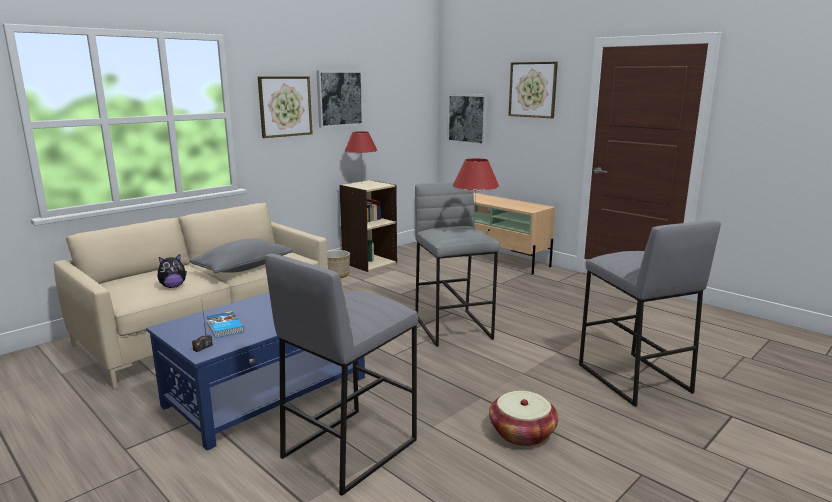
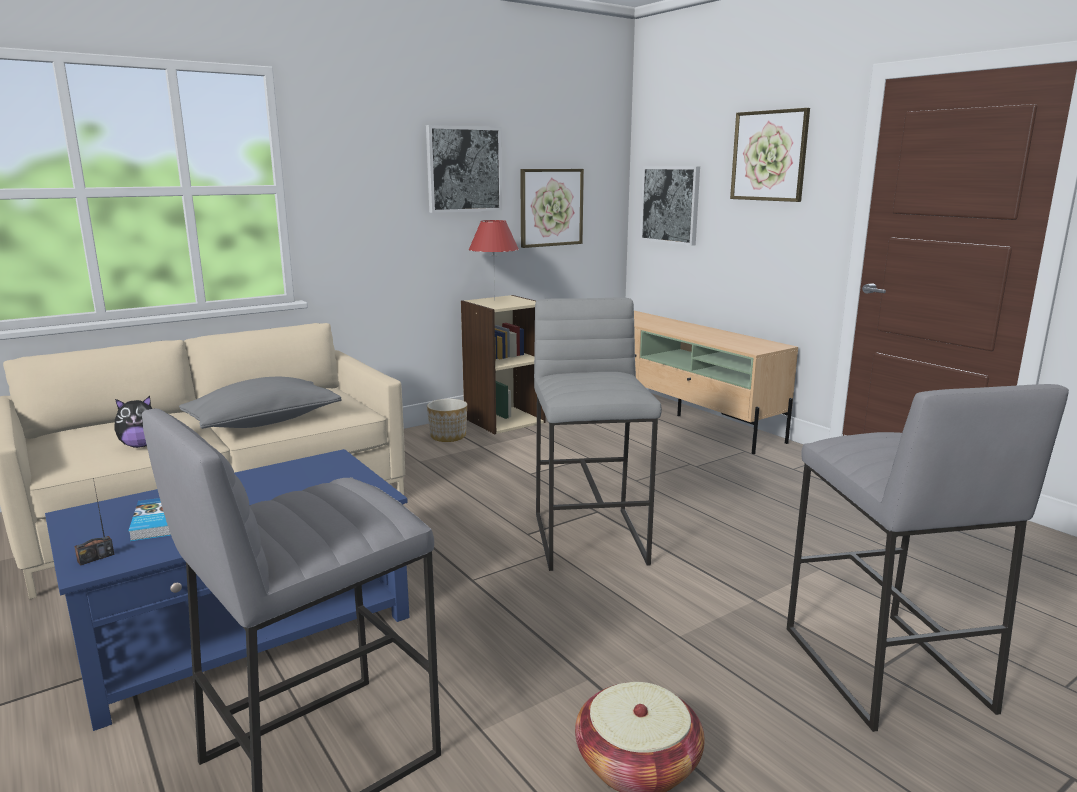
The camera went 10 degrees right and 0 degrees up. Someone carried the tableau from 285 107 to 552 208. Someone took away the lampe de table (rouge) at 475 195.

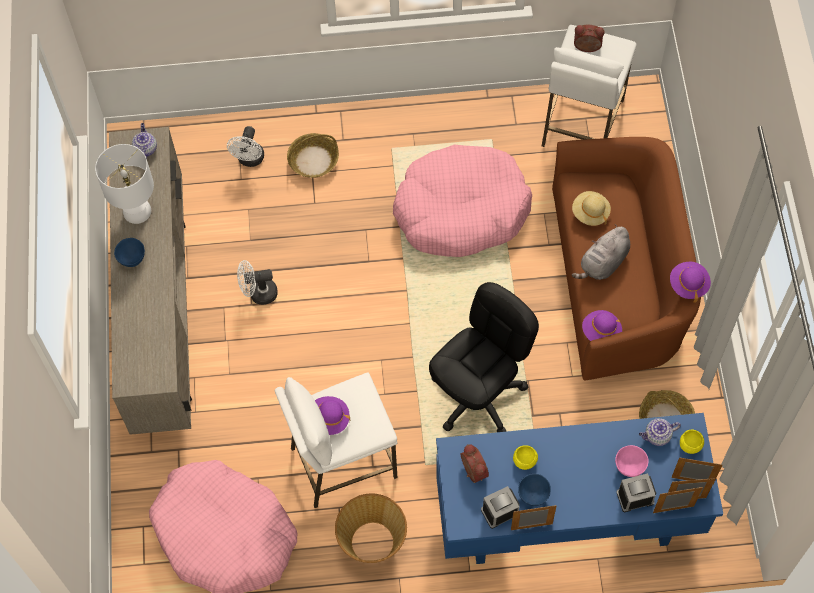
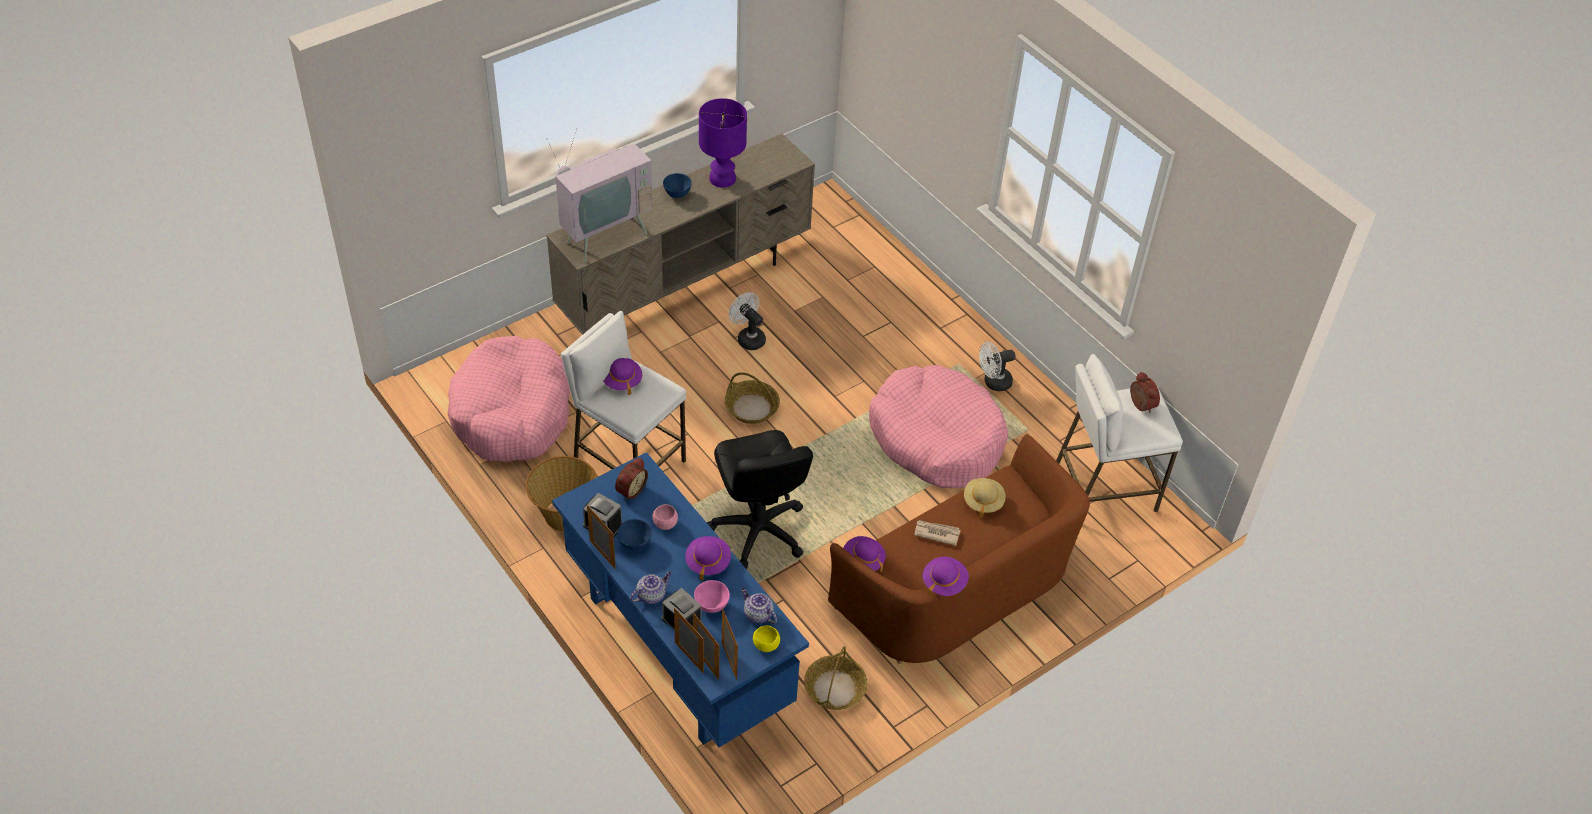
The camera went 55 degrees right and 15 degrees down. Someone put down the téléviseur at 601 195. Someone carried the théière from 144 141 to 651 588. Someone repainted the bol (jaune) at 525 457, which became the bol (rose) at 665 517. Someone put down the chapeau (violet) at 708 558. Someone repainted the lampe de table (blanc) at 124 184, which became the lampe de table (violet) at 723 143. Someone rotated the chaise de bureau (noir) at 484 357 by 60 degrees clockwise. Someone carried the panier from 313 155 to 752 398. Someone swapped the peluche (gris) at 601 252 for the journal at 938 533. Someone carried the ventilateur (blanc) from 245 146 to 997 366.

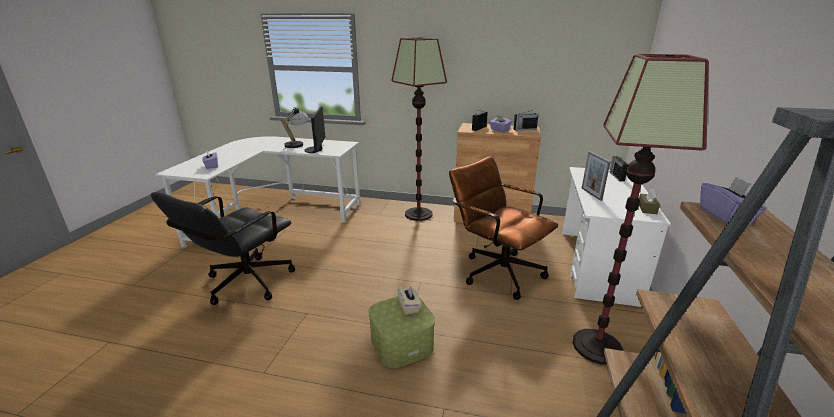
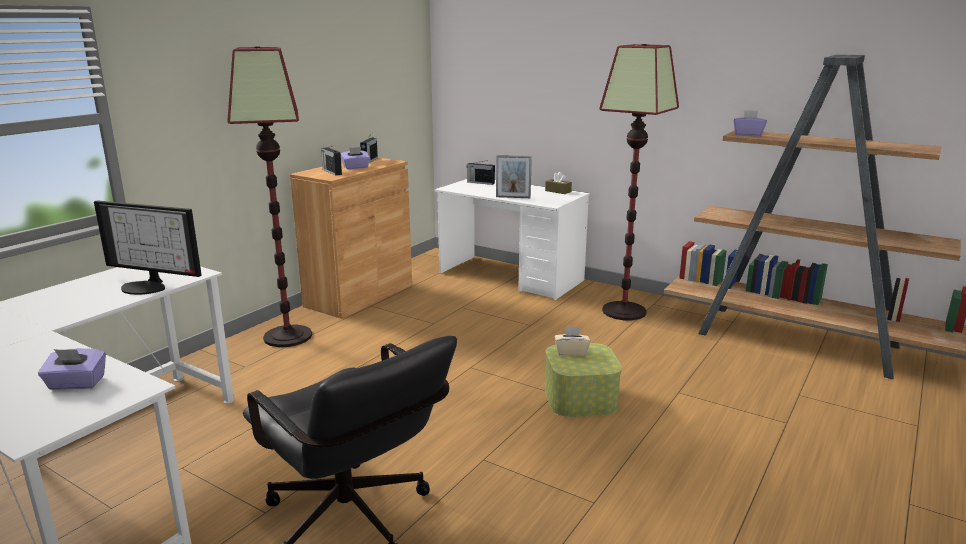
The camera went 70 degrees left and 5 degrees down. Someone took away the lampe de table at 295 128. Someone took away the chaise de bureau (marron) at 503 228.

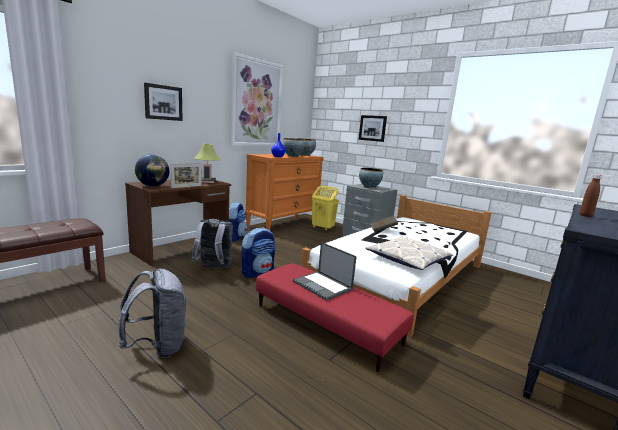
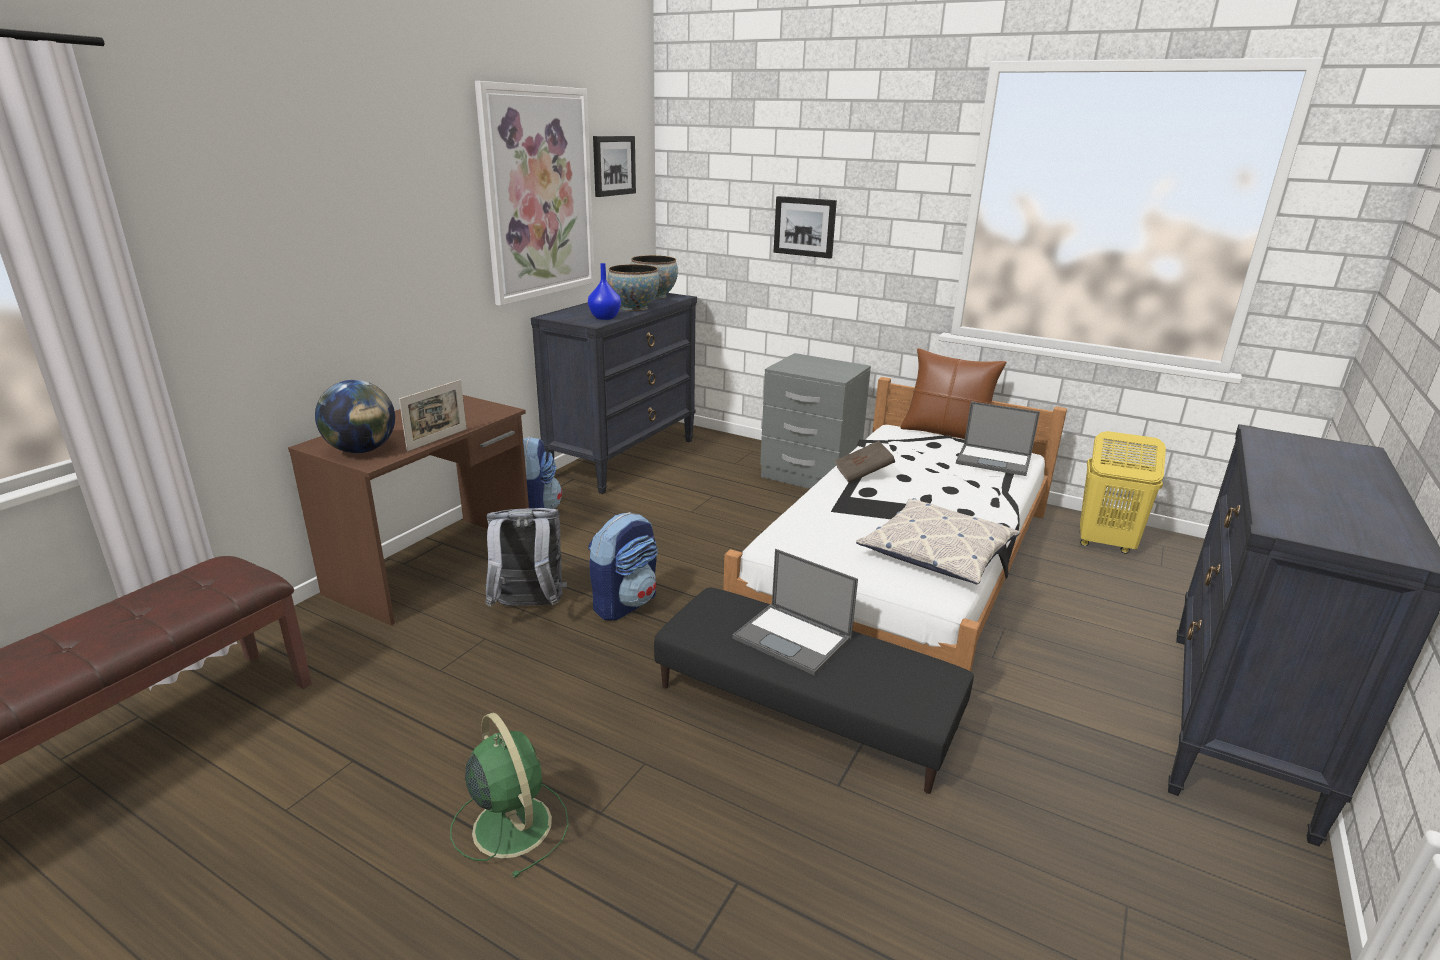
The camera went 10 degrees left and 10 degrees up. Someone swapped the sac à dos (gris) at 152 313 for the ventilateur (vert) at 509 795. Someone repainted the commode (orange) at 285 192, which became the commode (noir) at 614 393. Someone carried the tableau from 163 102 to 614 166. Someone repainted the pouf (rouge) at 335 318, which became the pouf (noir) at 814 690. Someone put down the coussin (marron) at 953 393. Someone put down the ordinateur portable at 998 438. Someone carried the panier à linge (jaune) from 325 208 to 1123 492. Someone took away the lampe de table at 207 163. Someone took away the bol at 371 178. Someone took away the bouteille (marron) at 591 195.

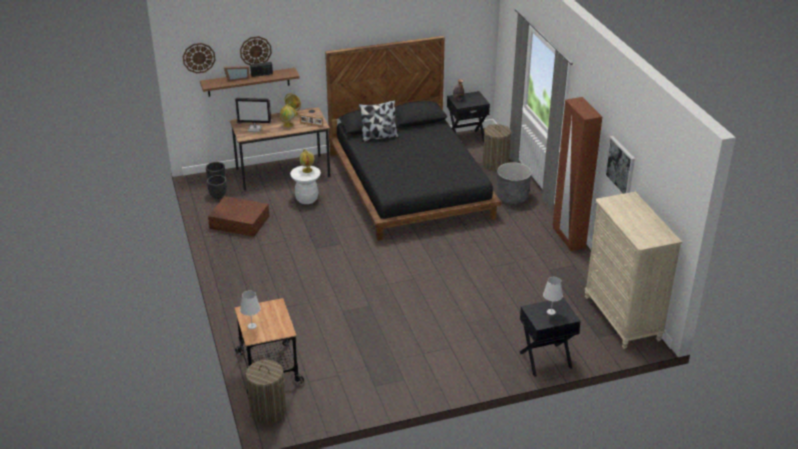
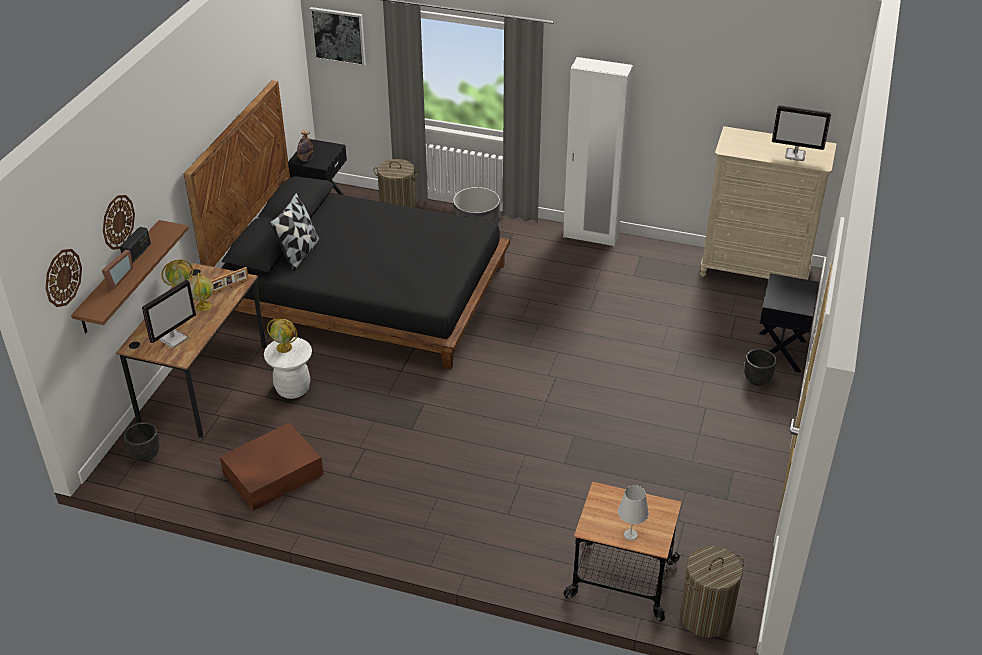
The camera went 55 degrees left and 5 degrees up. Someone carried the tableau from 620 165 to 338 36. Someone repainted the armoire (marron) at 577 174, which became the armoire (blanc) at 598 151. Someone carried the cache-pot (noir) from 217 187 to 760 367. Someone put down the écran d'ordinateur at 801 133. Someone took away the lampe de table (blanc) at 553 296.

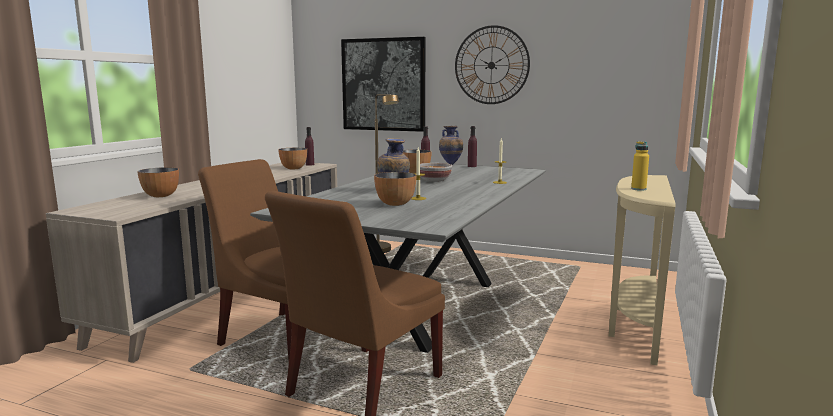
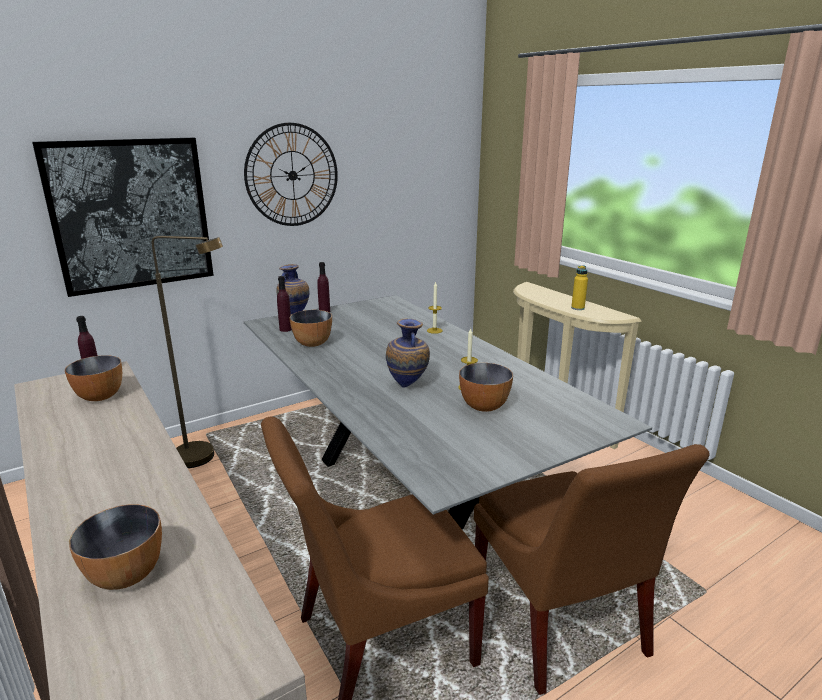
The camera went 55 degrees left and 10 degrees up. Someone took away the bol at 434 172.

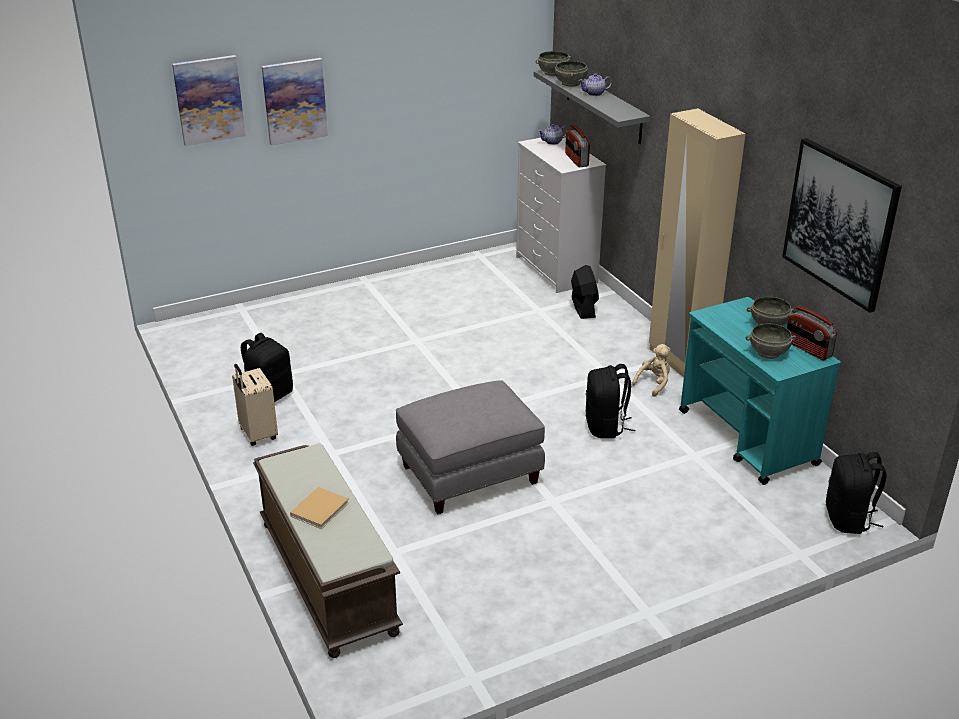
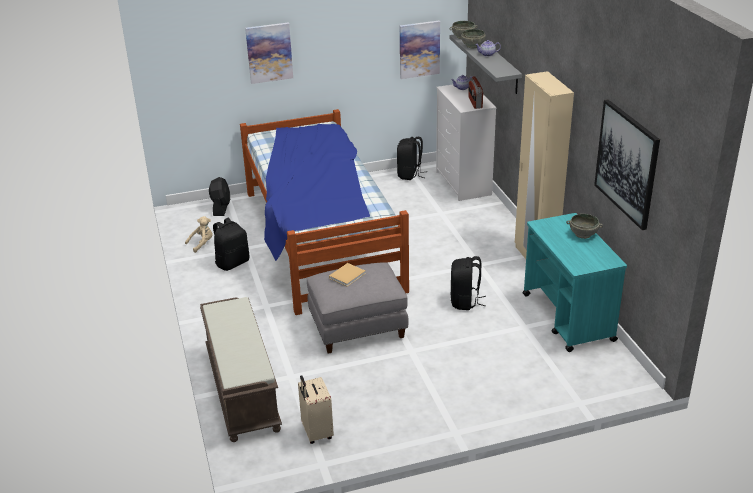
The camera went 10 degrees right and 0 degrees up. Someone carried the peluche (beige) from 651 370 to 199 234. Someone carried the ventilateur (noir) from 585 292 to 219 196. Someone put down the lit at 324 212. Someone carried the valise (beige) from 255 405 to 316 409. Someone carried the livre (beige) from 319 508 to 347 275. Someone carried the sac à dos (noir) from 856 493 to 410 158. Someone carried the tableau from 209 100 to 420 50. Someone took away the bol (gris) at 771 341. Someone took away the radio at 812 333.

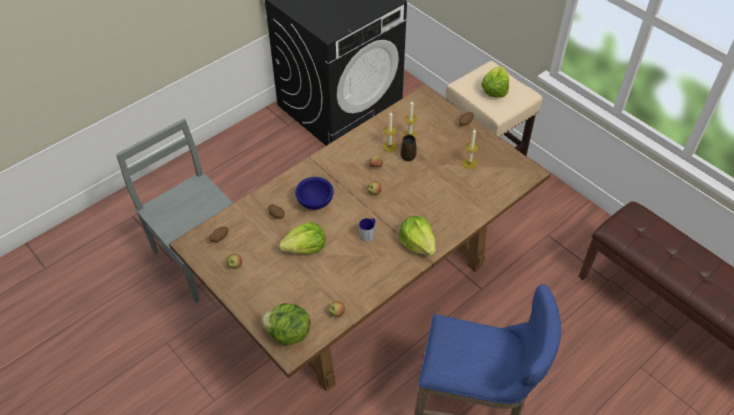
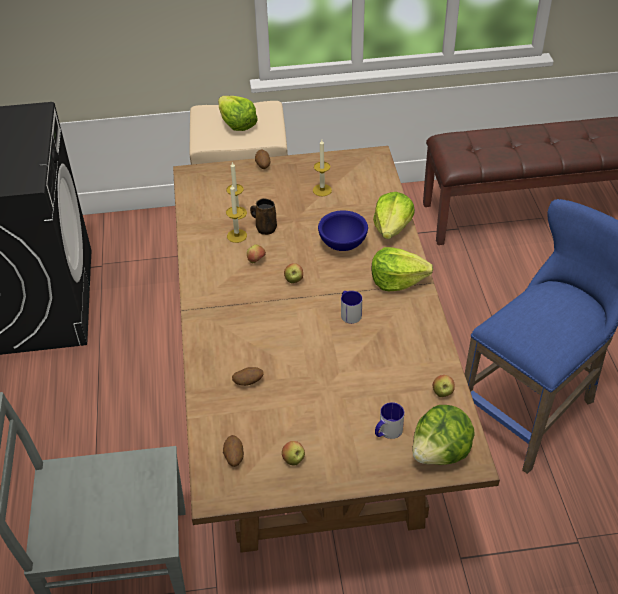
The camera went 55 degrees left and 5 degrees down. Someone carried the bol (bleu) from 314 193 to 343 230. Someone carried the laitue from 302 238 to 394 215. Someone put down the mug at 389 420.

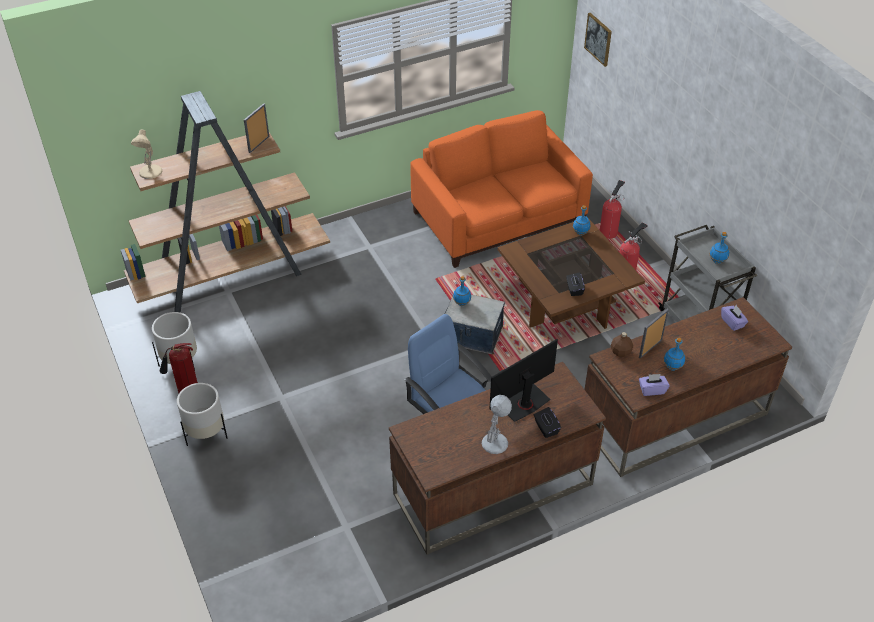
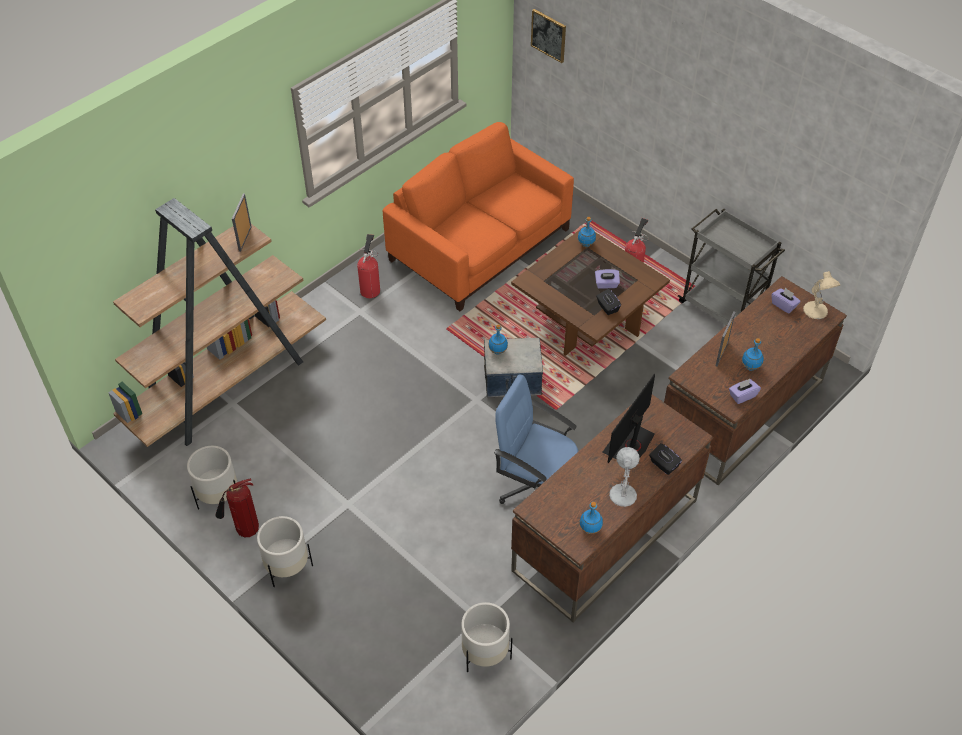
The camera went 20 degrees left and 5 degrees up. Someone carried the extincteur from 612 209 to 368 266. Someone put down the cache-pot (blanc) at 487 637. Someone carried the bouteille (bleu) from 719 248 to 591 518. Someone put down the boîte à mouchoirs (violet) at 607 279. Someone carried the lampe de table (beige) from 146 154 to 821 295. Someone took away the bouteille (marron) at 622 344.

